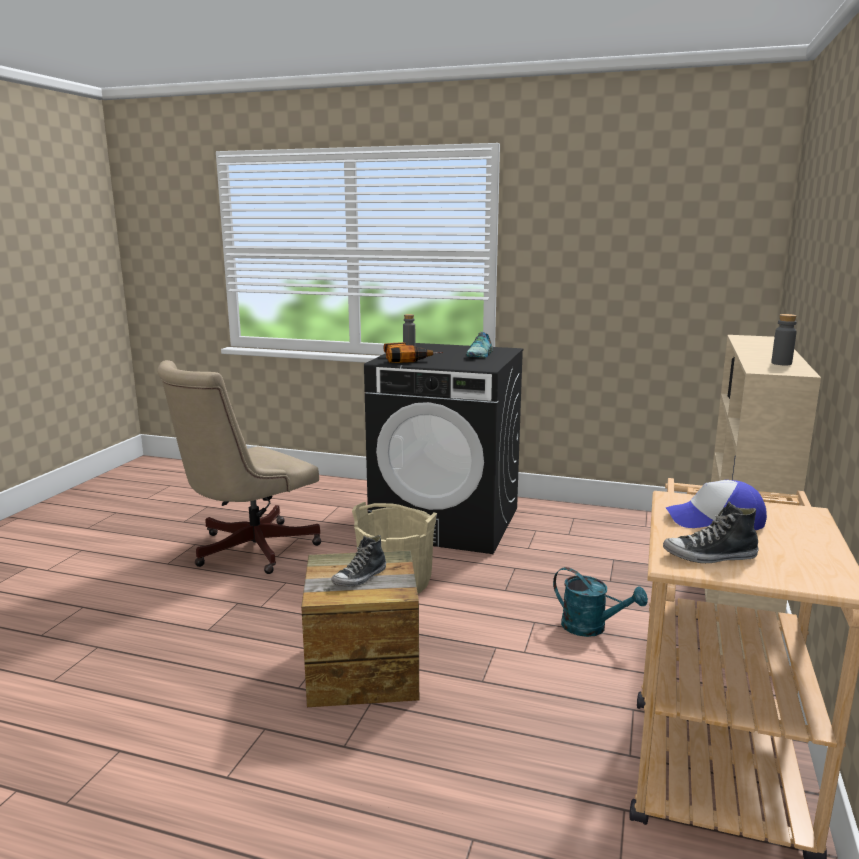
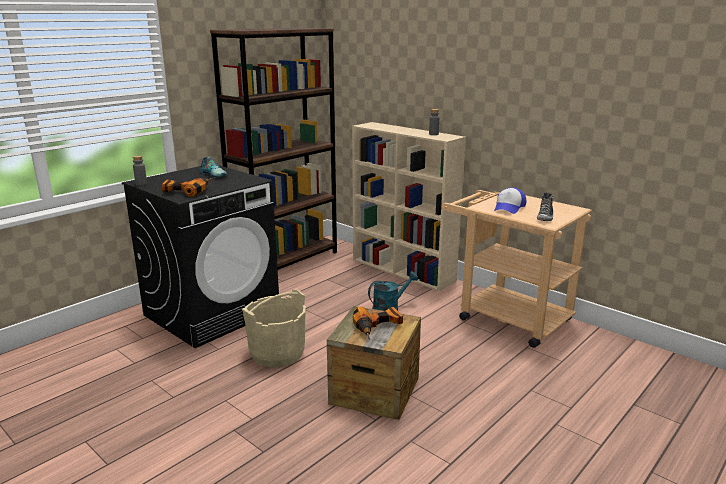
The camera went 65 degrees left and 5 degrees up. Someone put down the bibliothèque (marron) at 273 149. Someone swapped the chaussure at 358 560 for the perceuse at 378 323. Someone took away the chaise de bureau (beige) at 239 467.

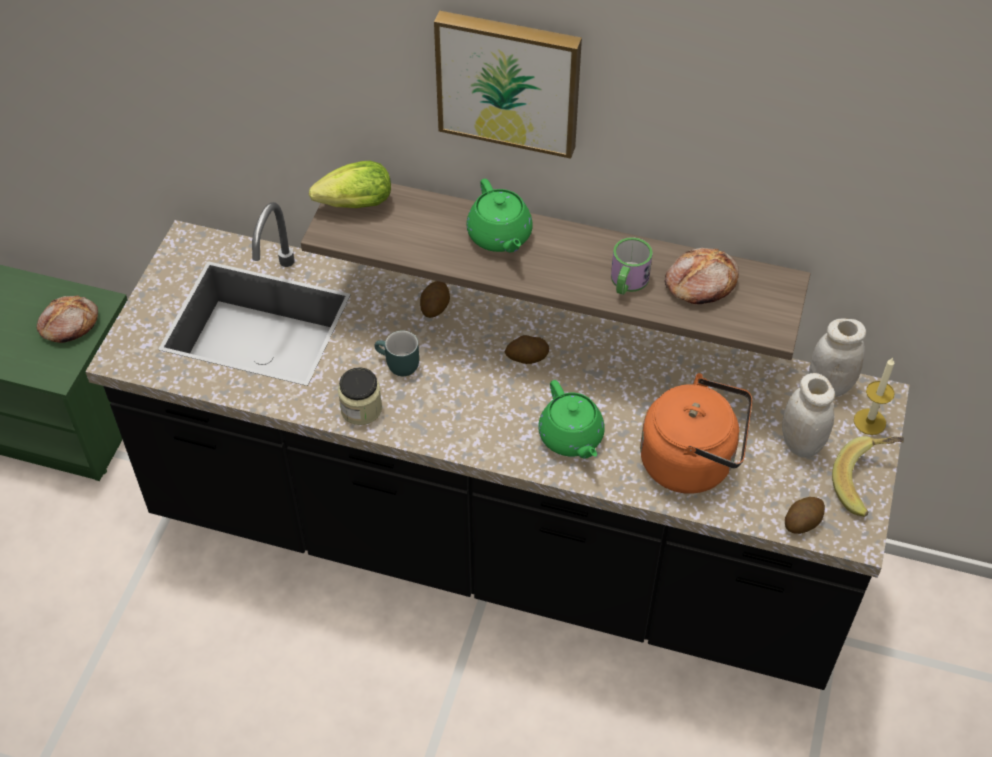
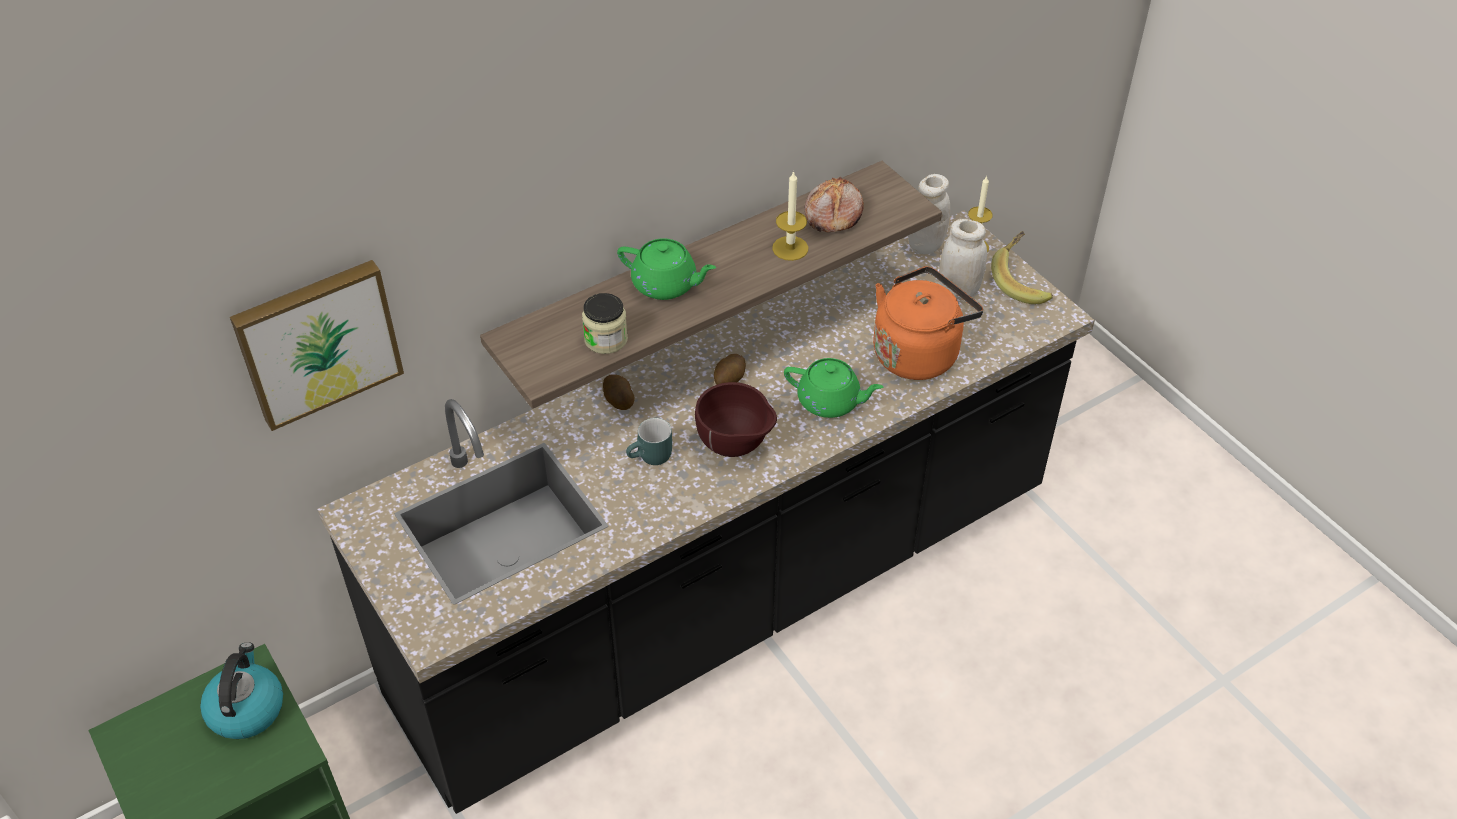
The camera went 50 degrees left and 5 degrees down. Someone swapped the pain at 67 319 for the bouilloire at 241 690. Someone carried the tableau from 508 84 to 317 345. Someone carried the bocal from 360 396 to 605 323. Someone put down the bol (marron) at 736 419. Someone swapped the mug at 632 266 for the bougie at 790 216. Someone took away the laitue at 350 184. Someone took away the pomme de terre at 805 515.

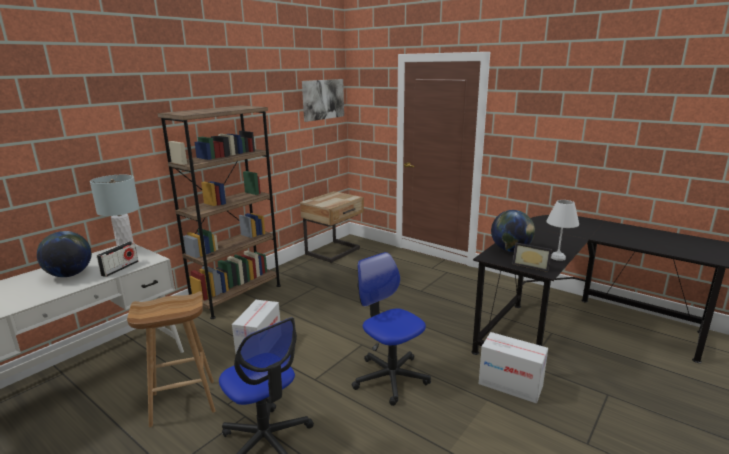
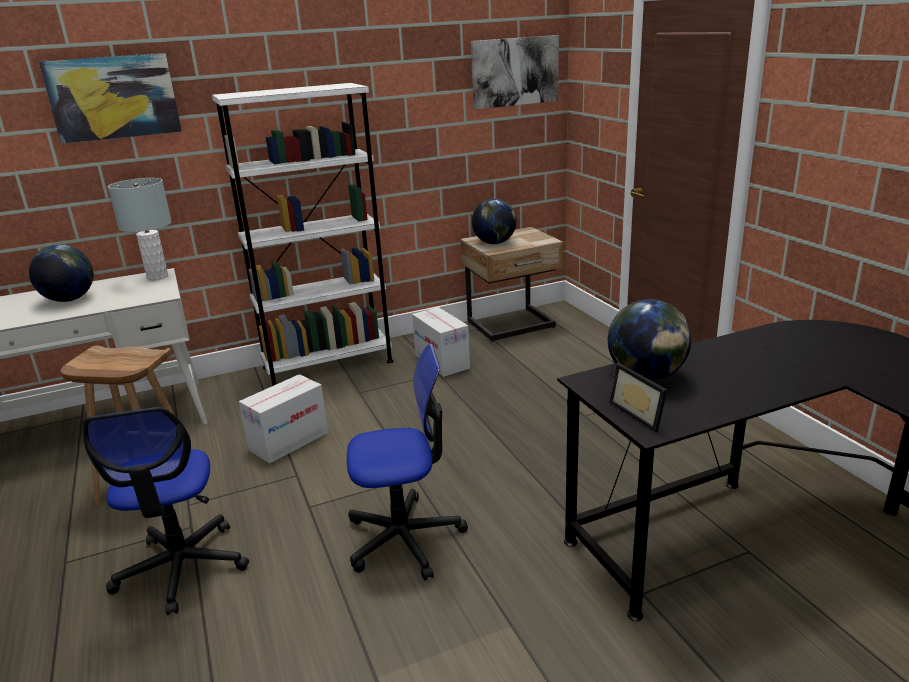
The camera went 30 degrees right and 5 degrees up. Someone put up the tableau at 110 98. Someone repainted the bibliothèque (marron) at 219 212, which became the bibliothèque (blanc) at 302 234. Someone rotated the chaise de bureau at 391 329 by 90 degrees clockwise. Someone carried the carton from 513 367 to 441 342. Someone put down the globe at 494 221. Someone took away the radio at 117 259. Someone took away the lampe de table (blanc) at 562 230.

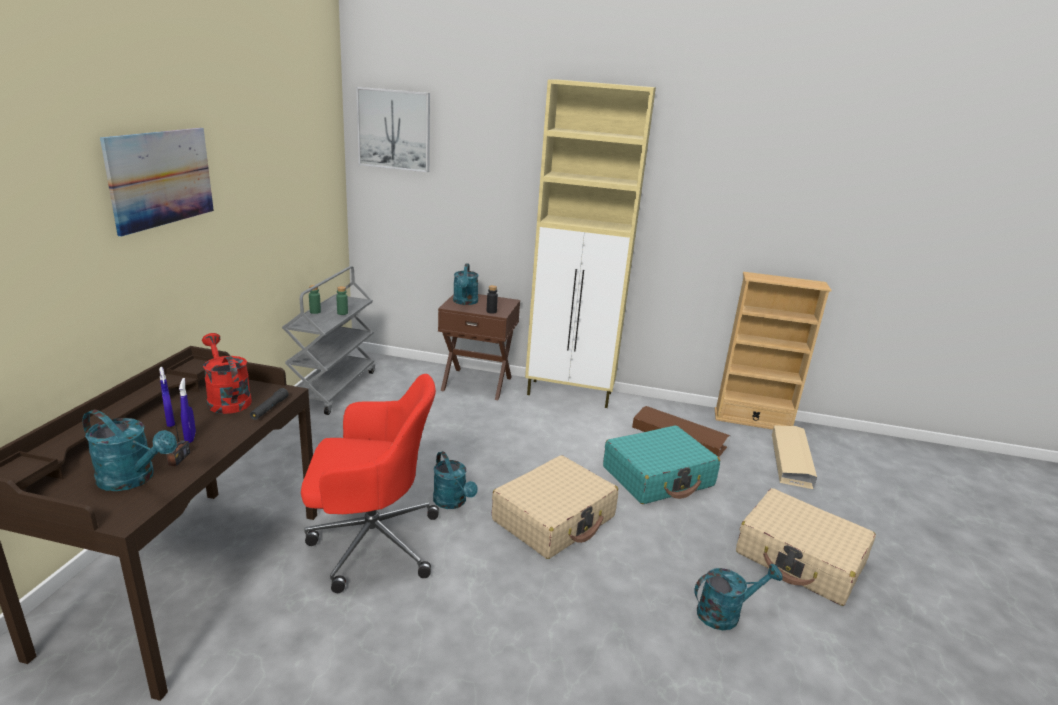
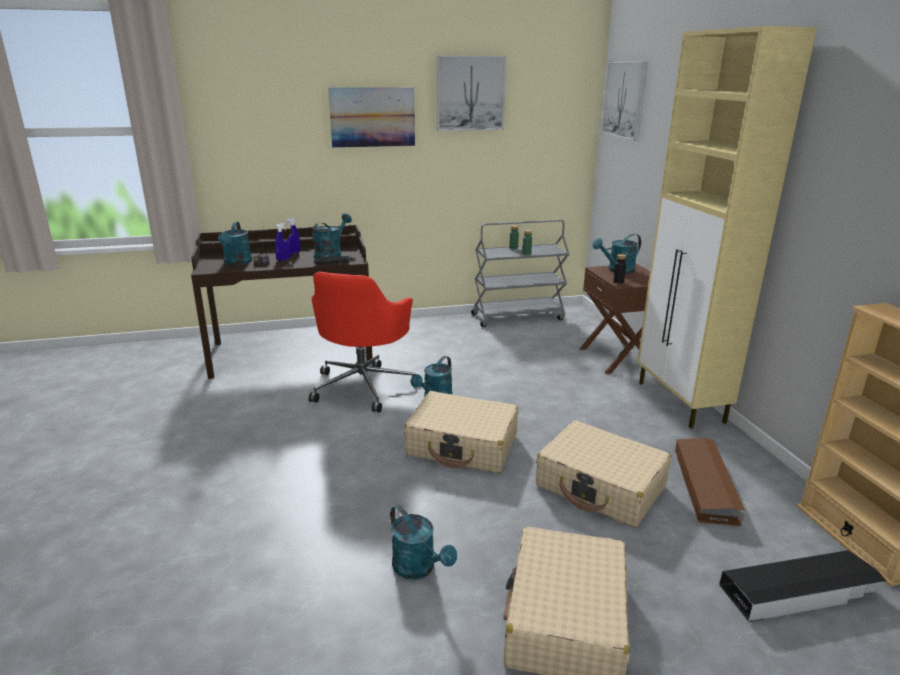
The camera went 65 degrees right and 0 degrees up. Someone rotated the chaise de bureau (rouge) at 370 483 by 45 degrees clockwise. Someone repainted the arrosoir (rouge) at 227 373, which became the arrosoir (turquoise) at 332 235. Someone put up the tableau at 471 93. Someone repainted the valise (turquoise) at 661 465, which became the valise (beige) at 603 474. Someone repainted the boîte de rangement (beige) at 794 457, which became the boîte de rangement (noir) at 803 586.

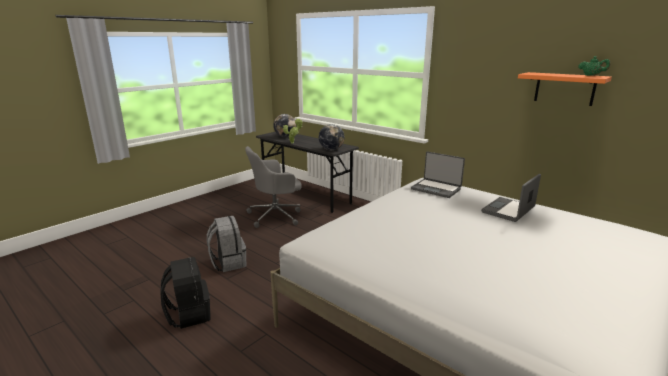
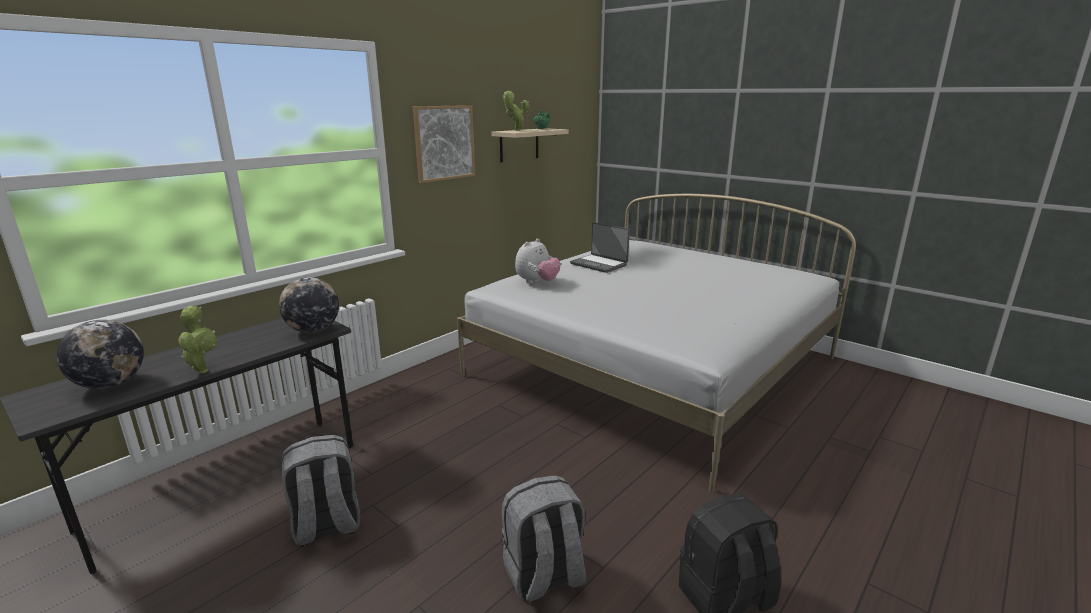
The camera went 90 degrees left and 0 degrees up. Someone swapped the chaise de bureau (gris) at 273 187 for the sac à dos (gris) at 320 490. Someone put up the tableau at 444 144. Someone repainted the étagère (orange) at 565 89, which became the étagère (beige) at 530 145. Someone put down the plante en pot at 516 110. Someone swapped the ordinateur portable at 438 174 for the peluche at 538 261.

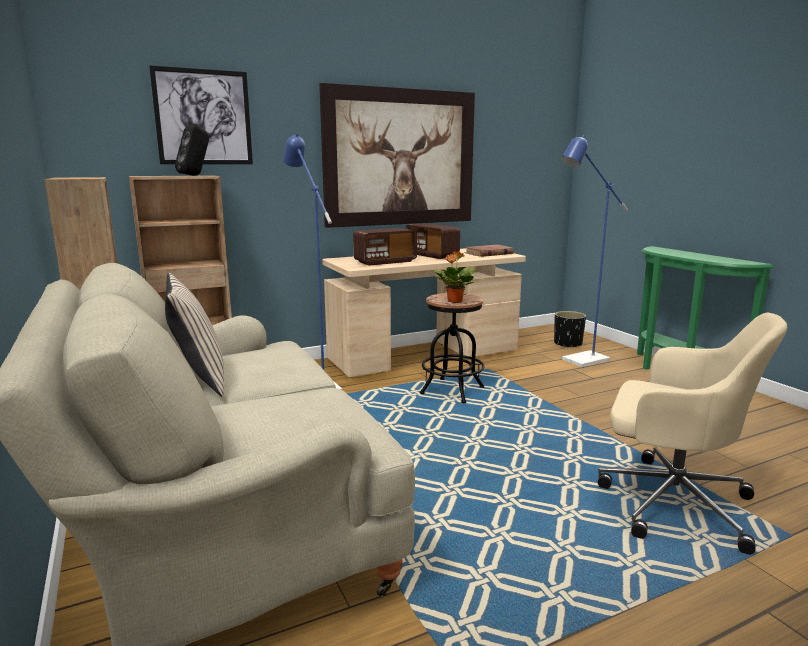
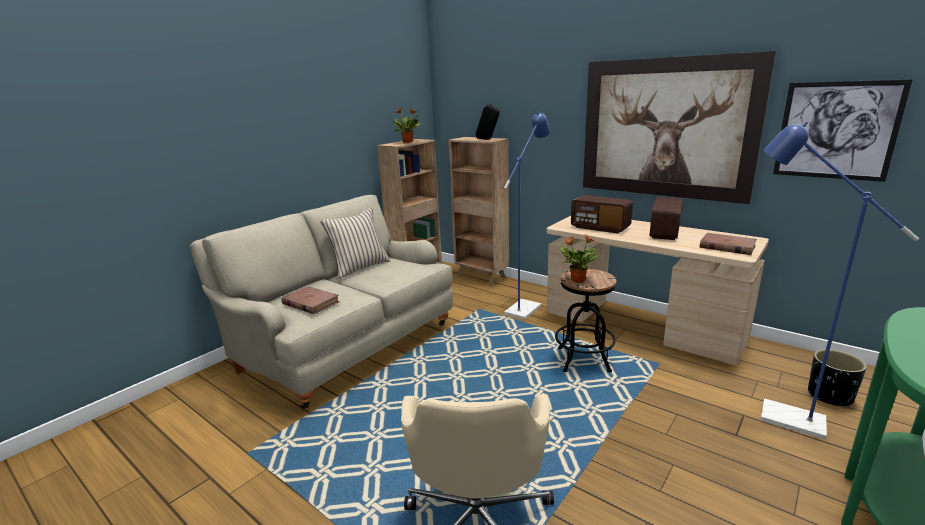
The camera went 65 degrees right and 5 degrees up. Someone put down the livre (marron) at 310 300. Someone put down the plante en pot at 406 125. Someone carried the tableau from 201 114 to 842 130.

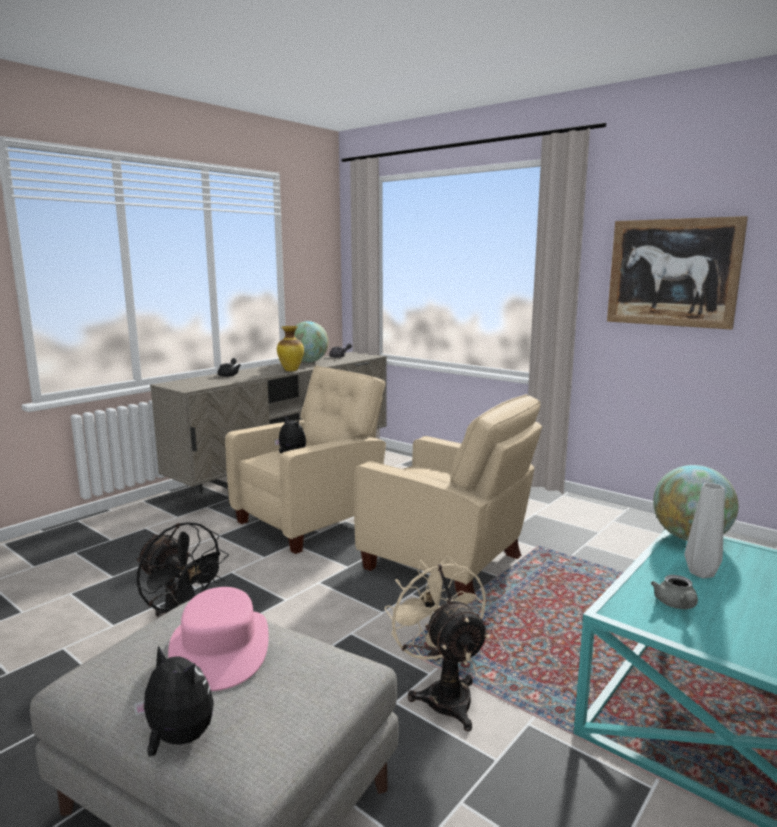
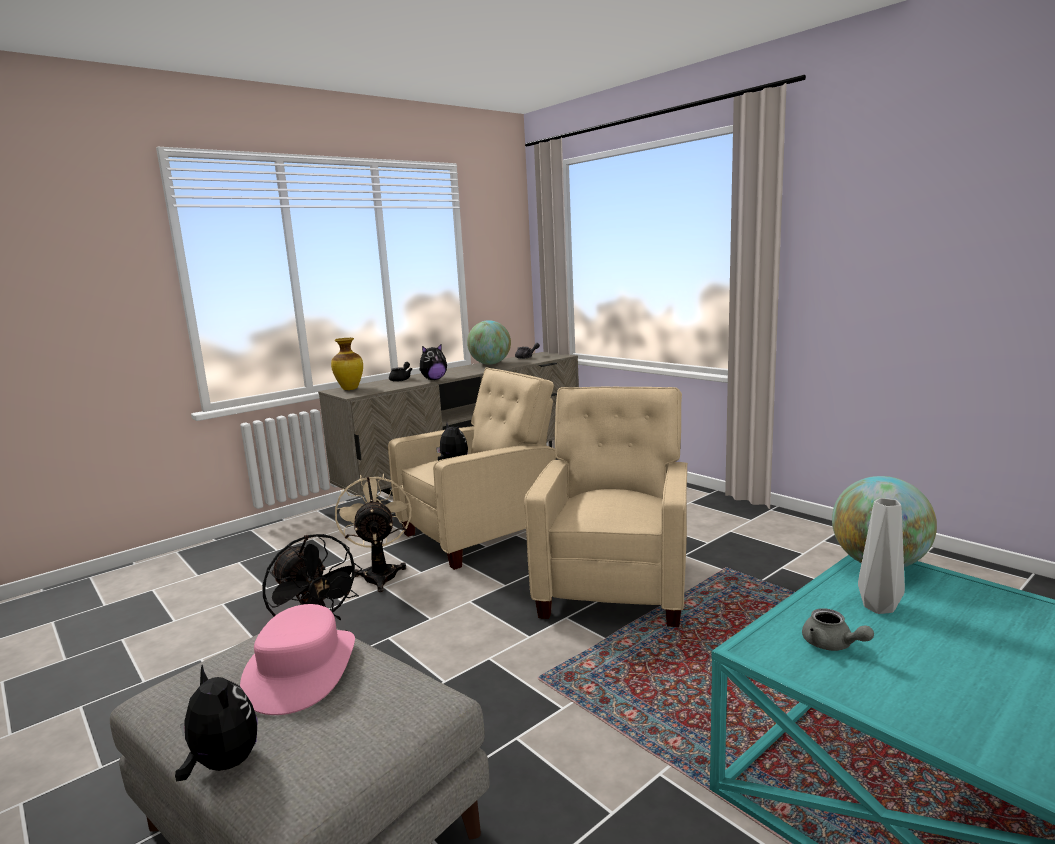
The camera went 10 degrees right and 0 degrees up. Someone carried the vase from 290 348 to 347 364. Someone carried the ventilateur (beige) from 436 643 to 373 533. Someone put down the peluche at 433 361. Someone rotated the fauteuil (beige) at 448 498 by 120 degrees counterclockwise. Someone rotated the théière (gris) at 674 592 by 45 degrees counterclockwise. Someone took away the tableau at 677 273.

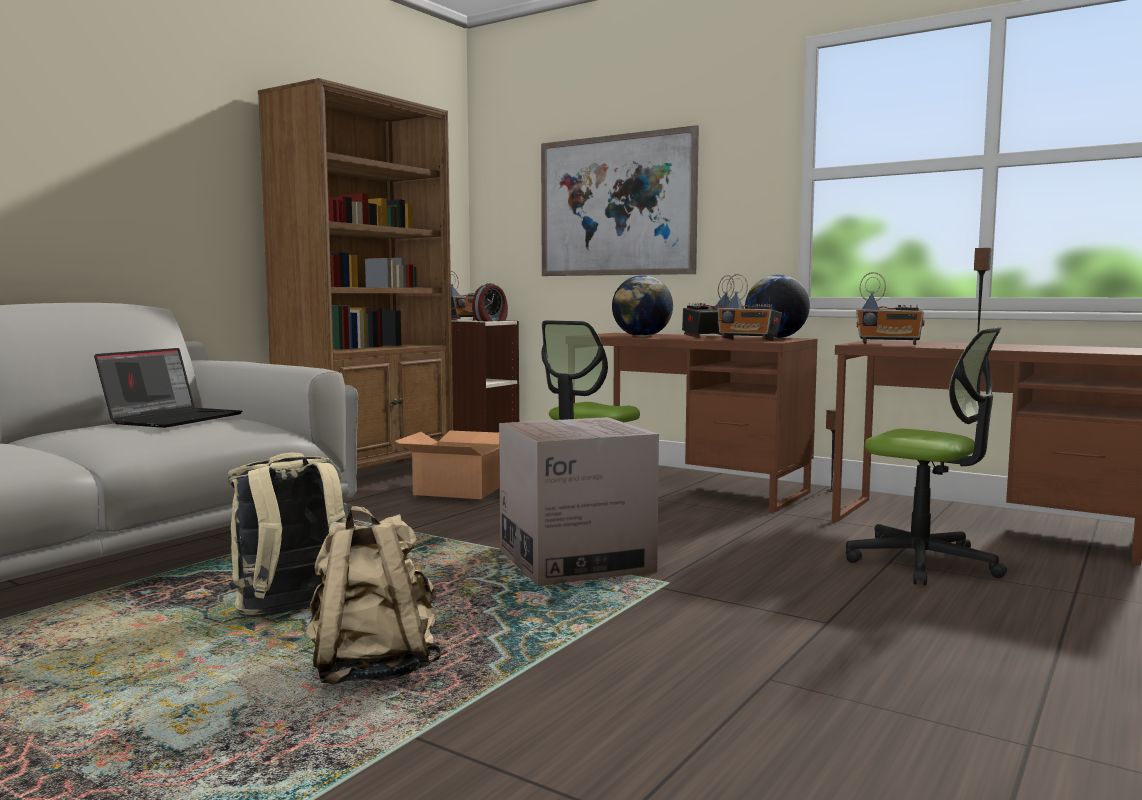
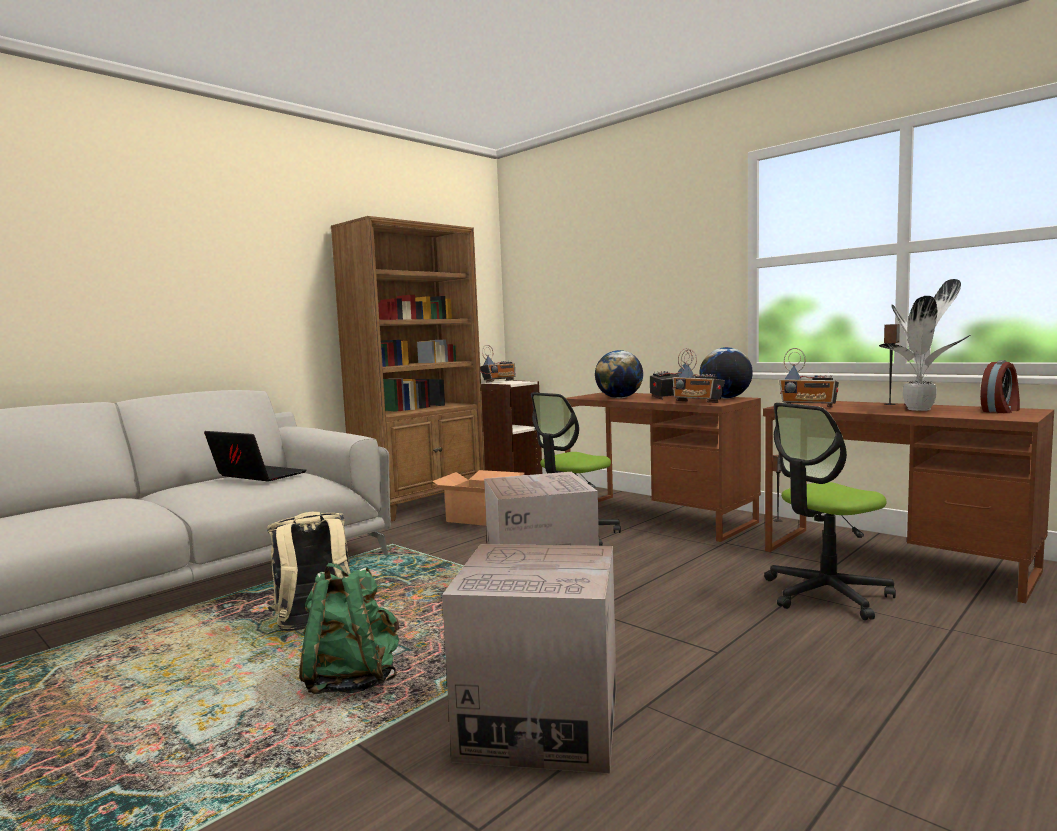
The camera went 10 degrees right and 0 degrees up. Someone rotated the ordinateur portable at 168 388 by 90 degrees counterclockwise. Someone repainted the sac à dos (beige) at 374 595, which became the sac à dos (vert) at 349 628. Someone put down the carton at 529 659. Someone rotated the chaise de bureau at 926 456 by 105 degrees clockwise. Someone put down the plante en pot at 925 345. Someone carried the réveil from 490 302 to 1000 386. Someone took away the tableau at 620 200.

